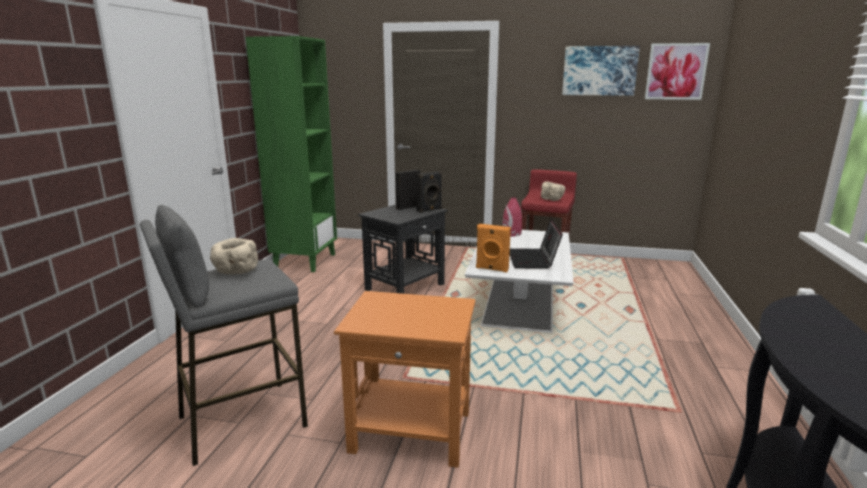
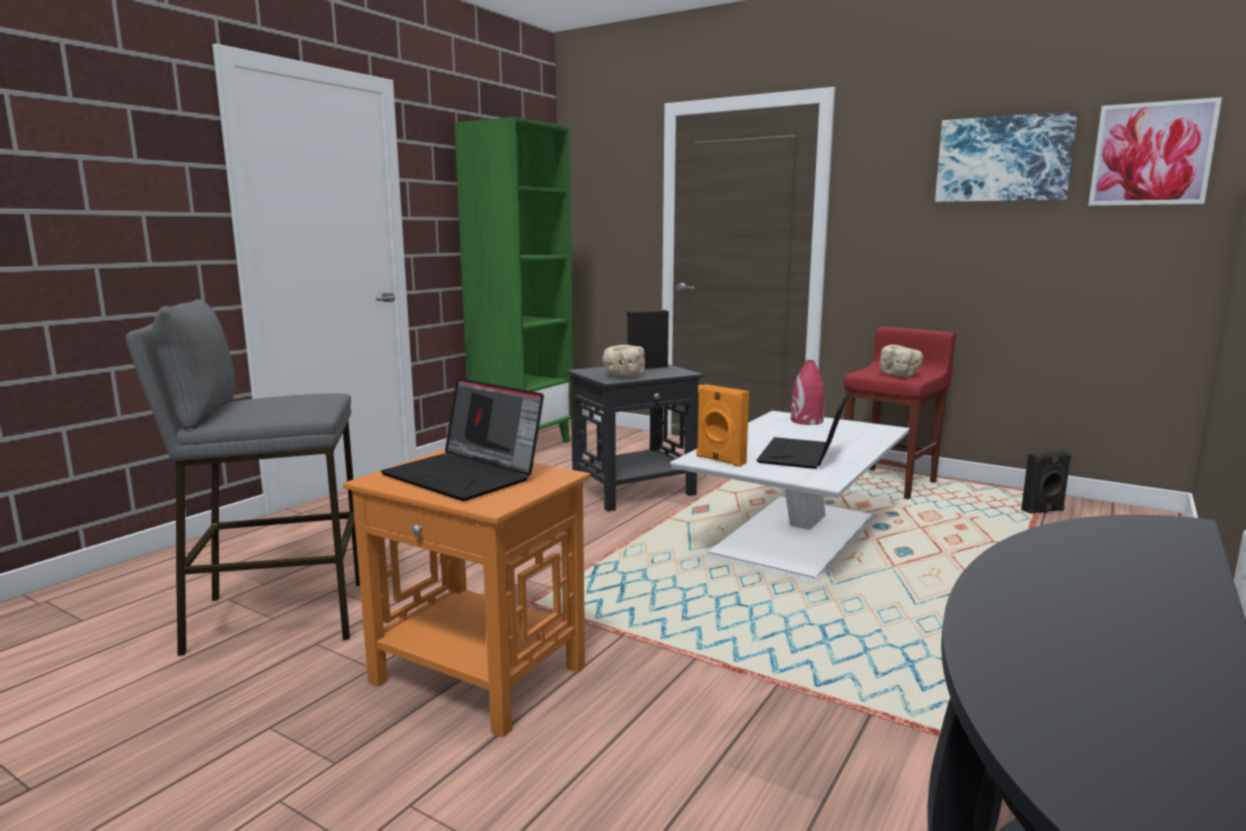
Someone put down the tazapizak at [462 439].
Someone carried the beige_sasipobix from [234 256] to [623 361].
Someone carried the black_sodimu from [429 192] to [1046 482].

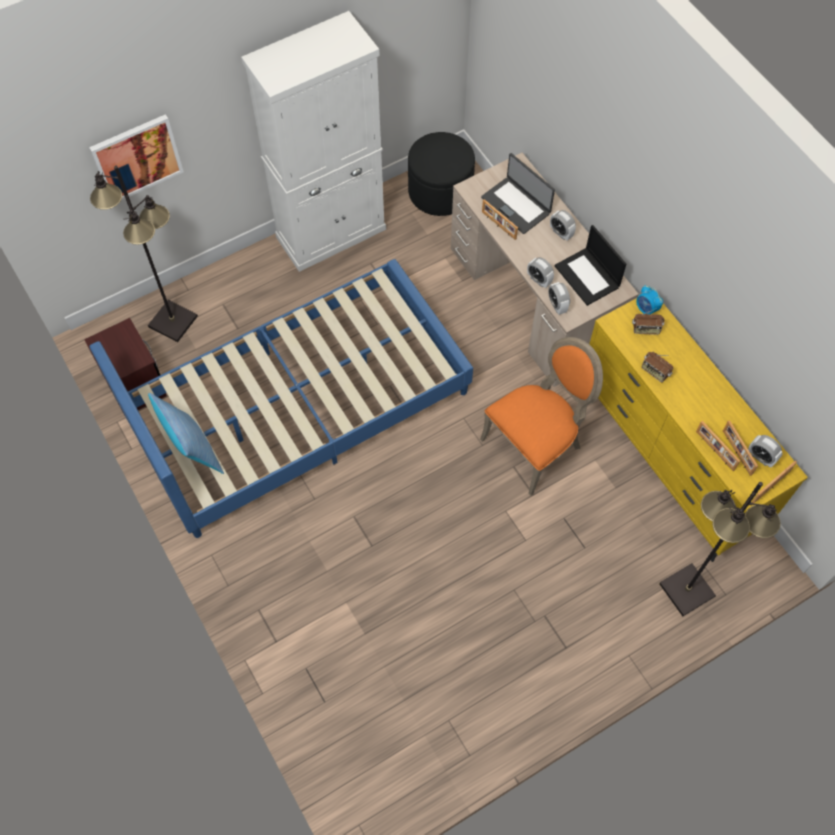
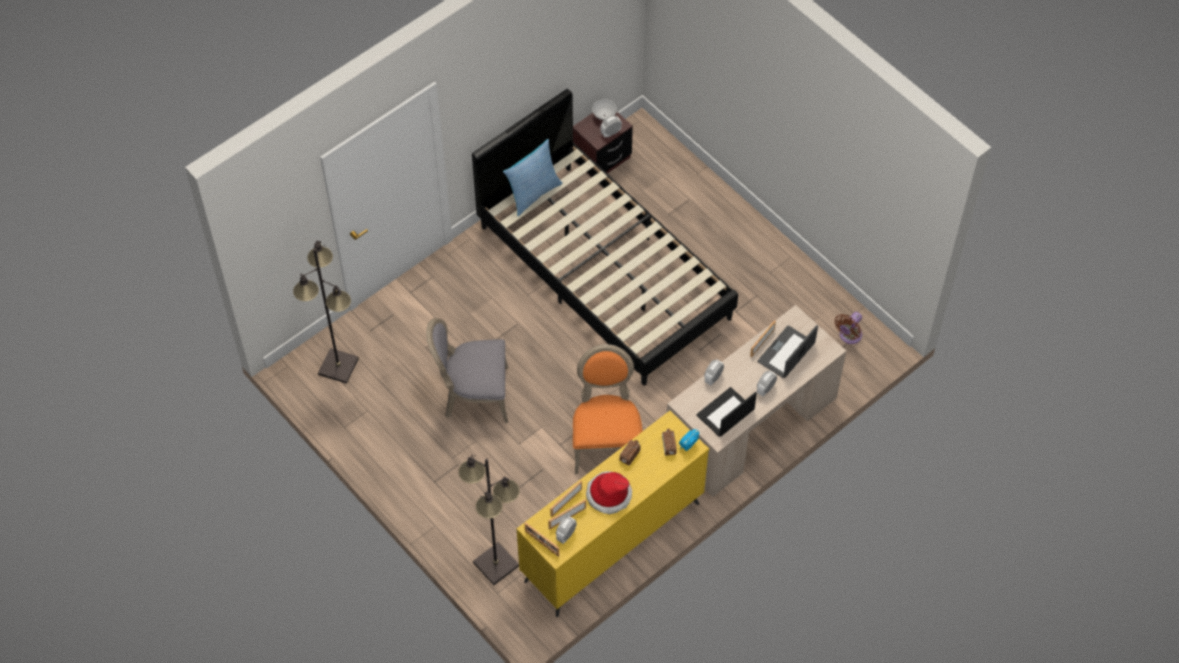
Someone carried the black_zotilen from [144 254] to [326 312].
Someone put down the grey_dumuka at [467 370].
Someone repainted the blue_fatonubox at [281 398], which became the black_fatonubox at [605 237].
Someone rotated the orange_dumuka at [541 416] by 135 degrees counterclockwise.
Someone put down the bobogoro at [609 492].
Someone put down the white_sasipobix at [604 109].
Someone carried the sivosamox from [559 298] to [611 126].
Someone swapped the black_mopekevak at [441 174] for the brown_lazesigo at [848 328].
Someone took away the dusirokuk at [136 157].
Someone took away the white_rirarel at [313 141].

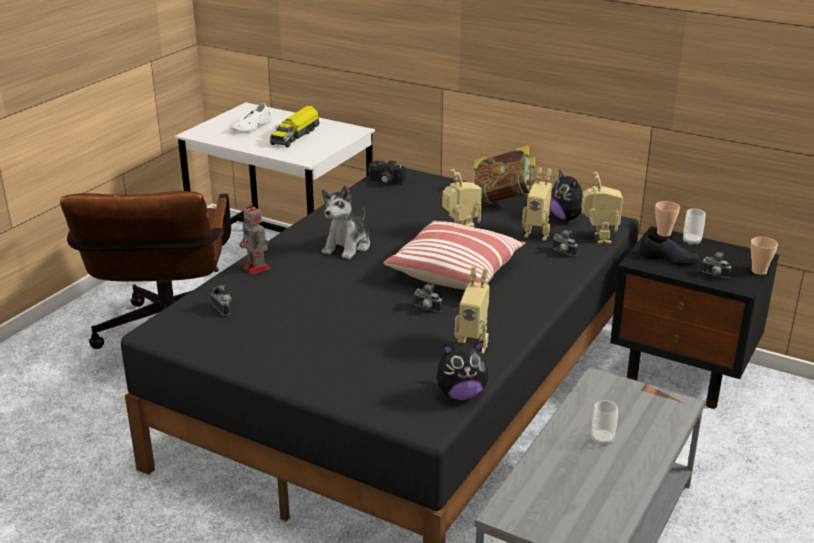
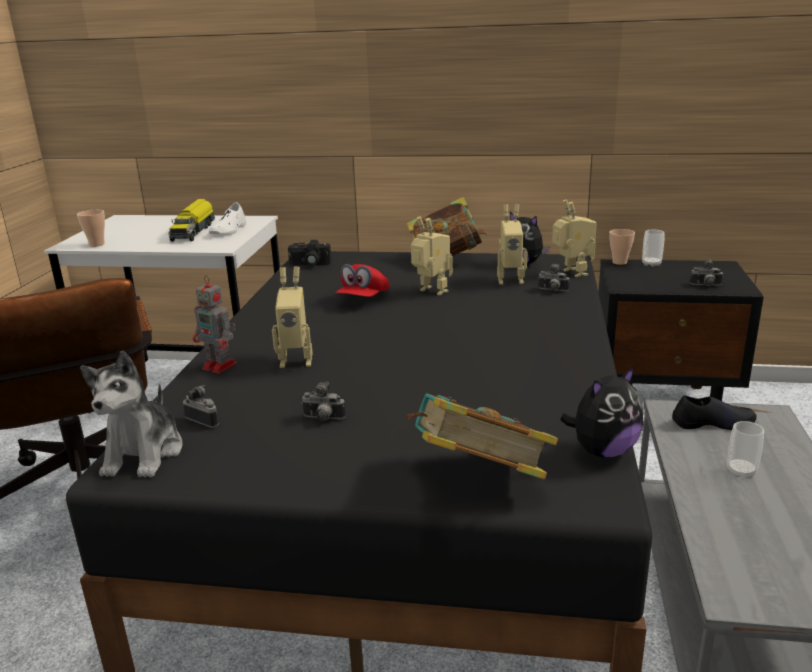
Someone carried the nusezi from [764 256] to [91 228].
Someone carried the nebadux from [346 222] to [131 414].
Someone carried the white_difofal from [251 117] to [227 218].
Someone carried the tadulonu from [472 310] to [292 317].
Someone carried the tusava from [428 298] to [323 401].
Someone put down the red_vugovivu at [363 280].
Someone put down the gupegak at [482 436].
Someone carried the black_difofal from [669 249] to [714 412].
Someone took away the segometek at [454 255].

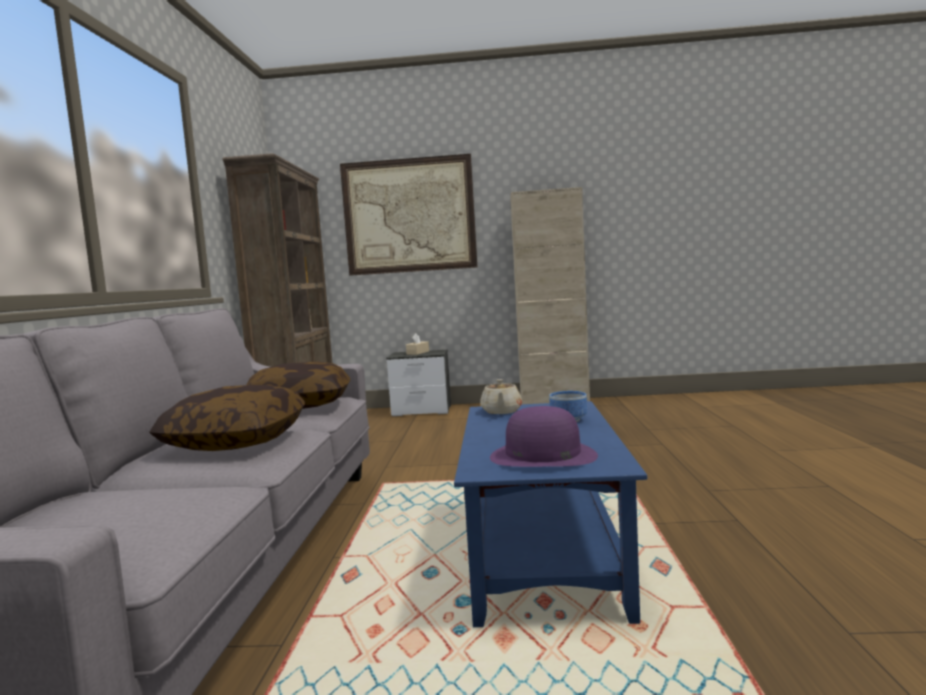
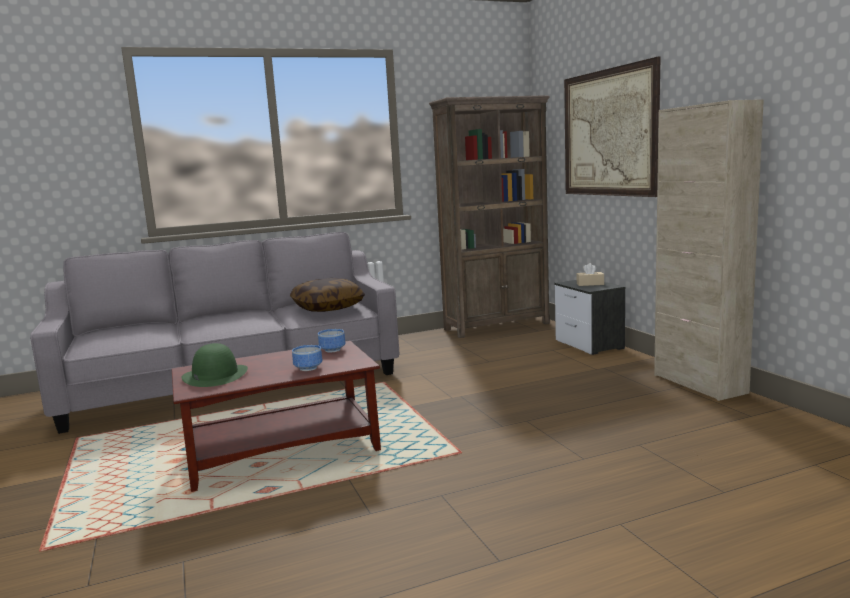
Someone repainted the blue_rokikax at [550 514], which became the brown_rokikax at [276 416].
Someone repainted the purple_bobogoro at [544 436], which became the green_bobogoro at [215 365].
Someone swapped the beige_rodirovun at [501 396] for the sasipobix at [331 341].
Someone took away the segometek at [227 418].

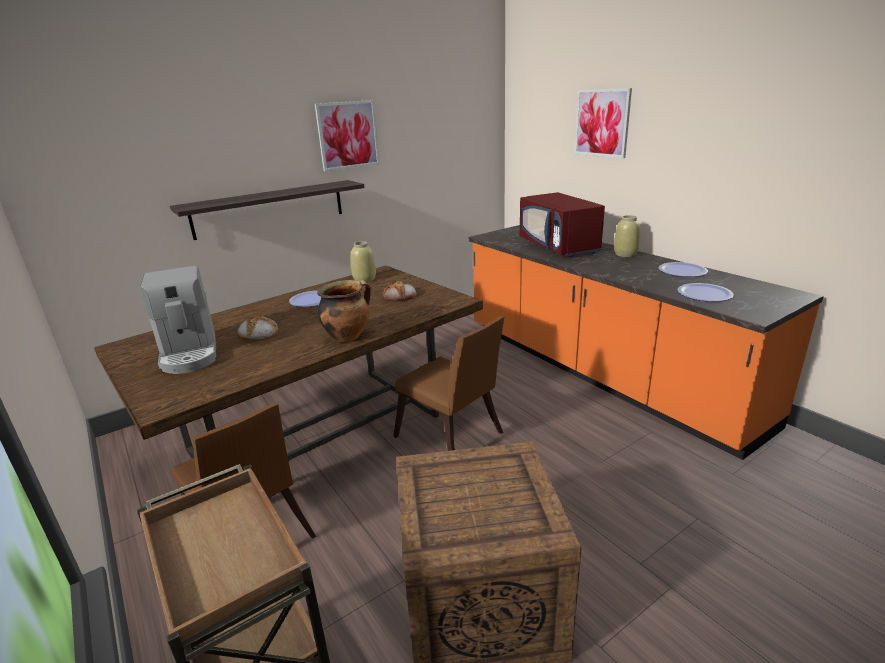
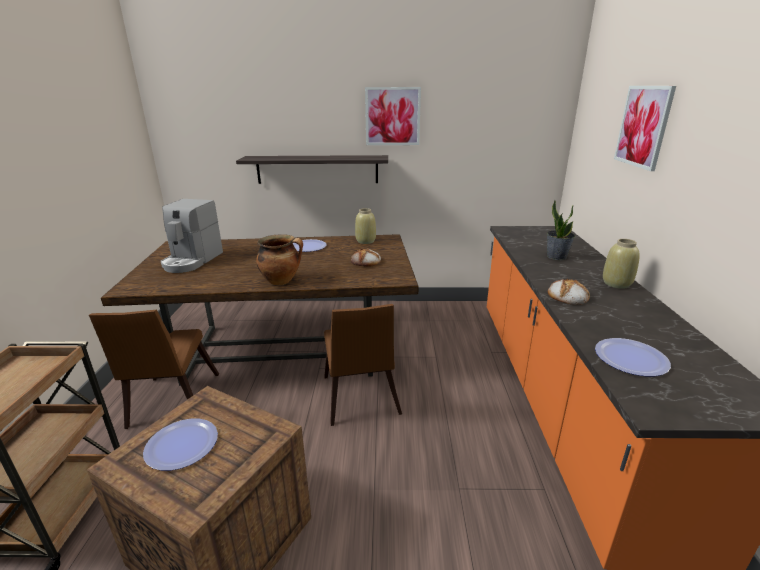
Someone carried the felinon from [683 269] to [180 445].
Someone swapped the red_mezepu at [562 225] for the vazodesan at [561 230].
Someone carried the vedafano from [257 327] to [569 292].

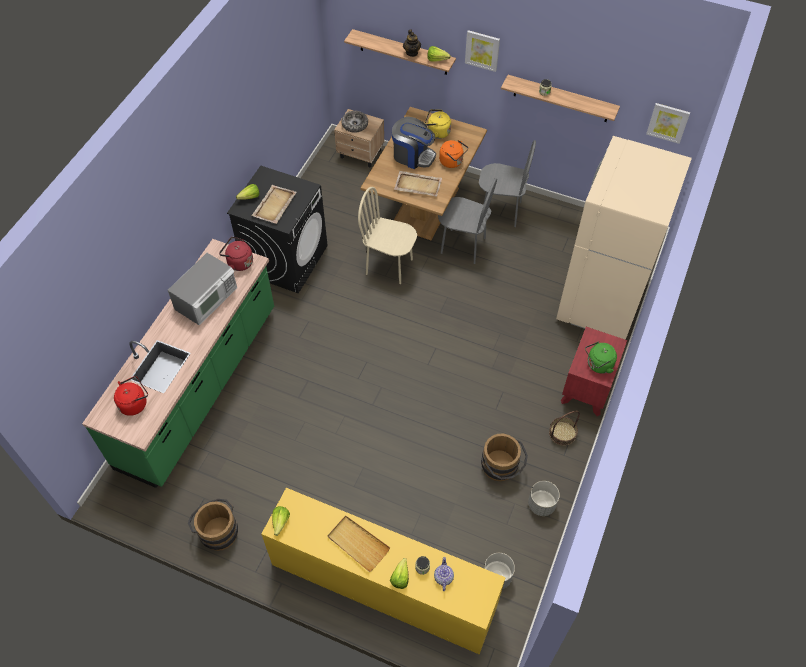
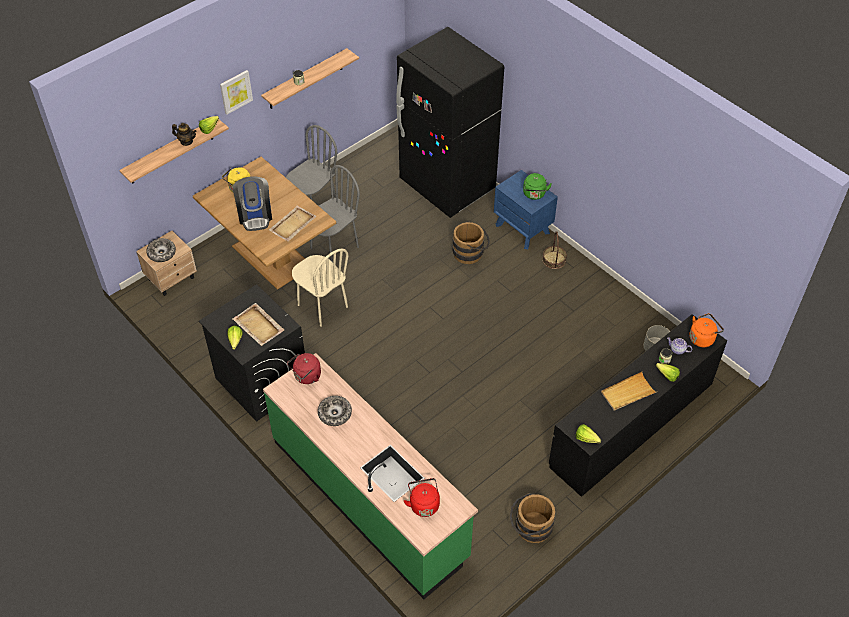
Someone rotated the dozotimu at [414 143] by 120 degrees clockwise.
Someone rotated the beige_dumuka at [387 235] by 90 degrees counterclockwise.
Someone swapped the mezepu at [202 289] for the sasipobix at [335 411].
Someone repainted the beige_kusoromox at [624 238], which became the black_kusoromox at [450 122].
Someone carried the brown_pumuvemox from [504 457] to [471 242].
Someone repainted the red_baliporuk at [594 371], which became the blue_baliporuk at [526 209].
Someone repainted the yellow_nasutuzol at [383 571], which became the black_nasutuzol at [638 405].
Someone carried the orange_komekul from [454 154] to [706 330].
Someone took away the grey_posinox at [544 498].
Someone took away the dusirokuk at [668 123].

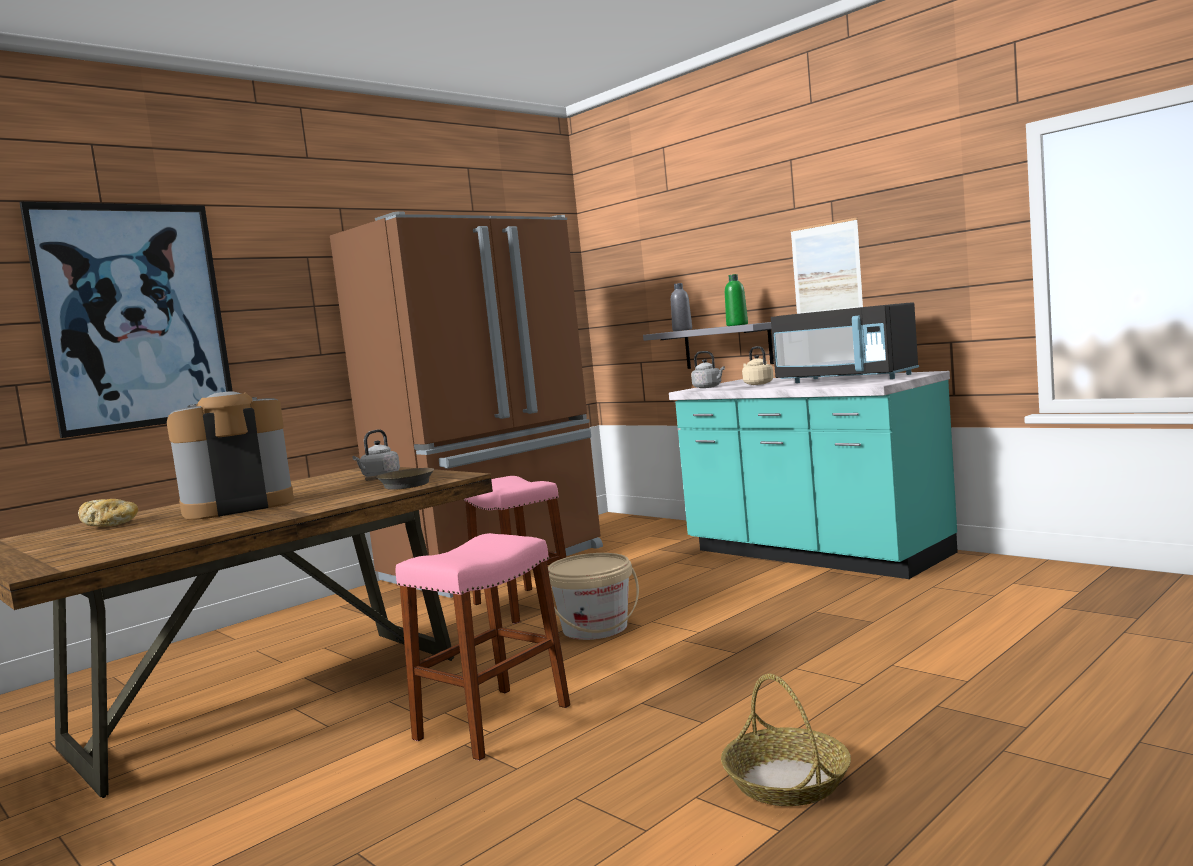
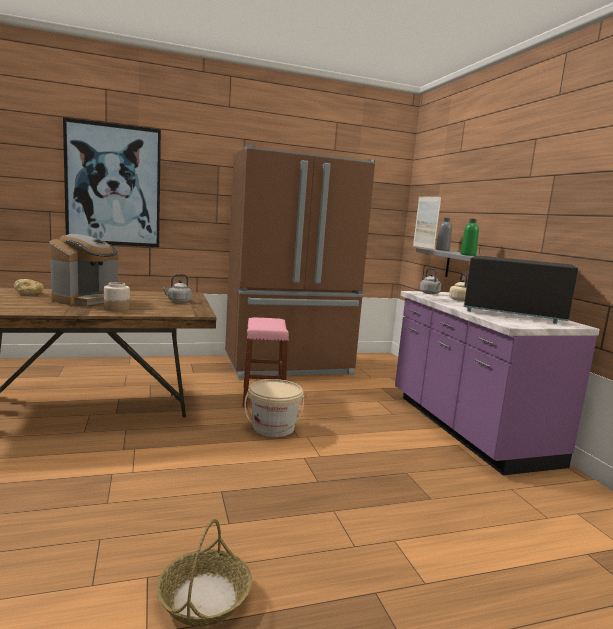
Someone rotated the dozotimu at [230 455] by 120 degrees clockwise.
Someone put down the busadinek at [117 296].
Someone repainted the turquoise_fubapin at [813 475], which became the purple_fubapin at [497 383].
Someone carried the dusirokuk from [826 266] to [427 222].
Someone rotated the black_mezepu at [845 342] by 135 degrees clockwise.
Someone took away the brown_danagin at [399 479].
Someone took away the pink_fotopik at [483 647].

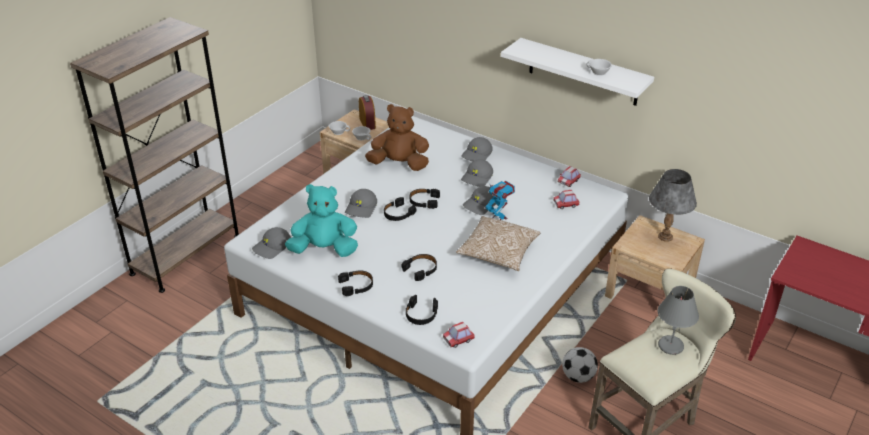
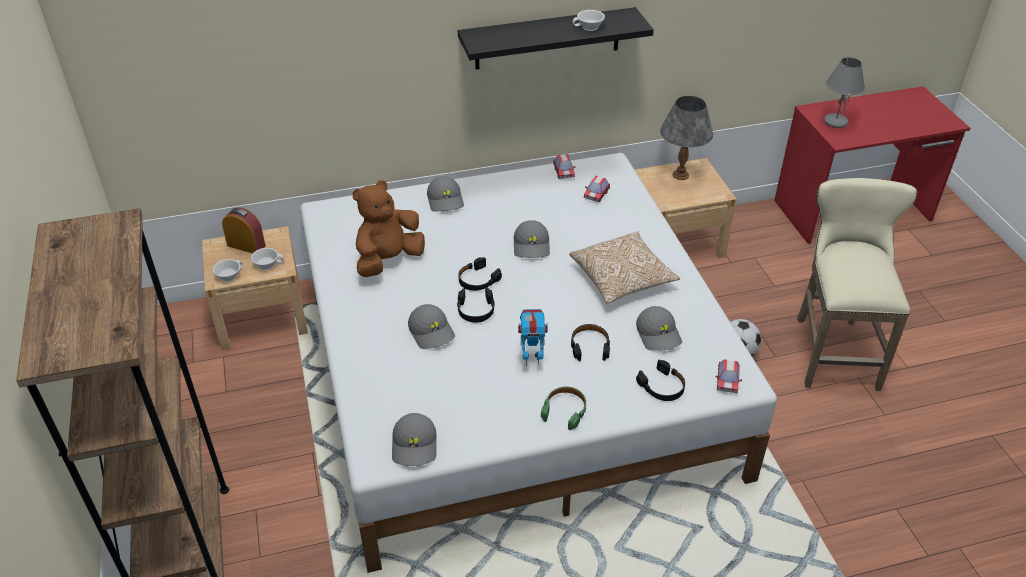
Someone repainted the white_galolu at [577 72], which became the black_galolu at [556 38].
Someone carried the tadulonu from [500 200] to [533 337].
Someone repainted the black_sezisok at [355 283], which became the green_sezisok at [563 408].
Someone carried the grey_vugovivu from [477 173] to [659 328].
Someone carried the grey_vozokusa from [678 320] to [844 92].
Someone took away the turquoise_nebadux at [321 220].

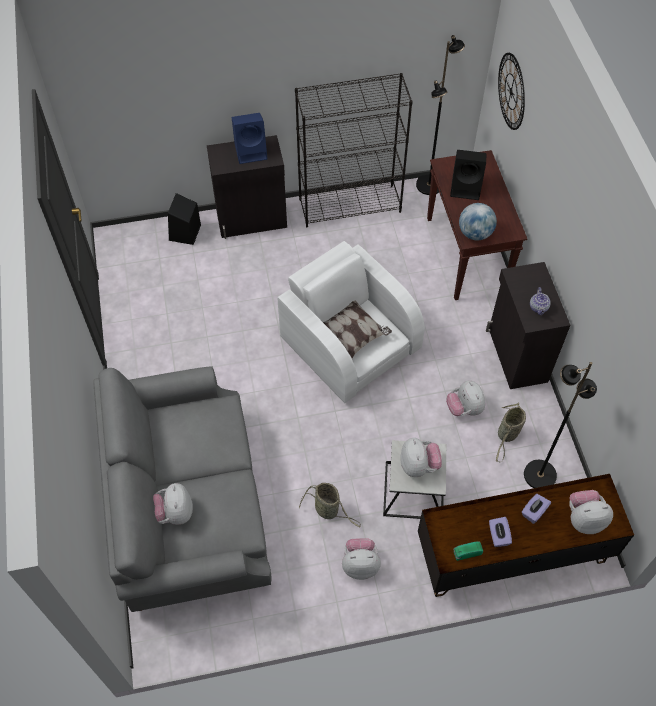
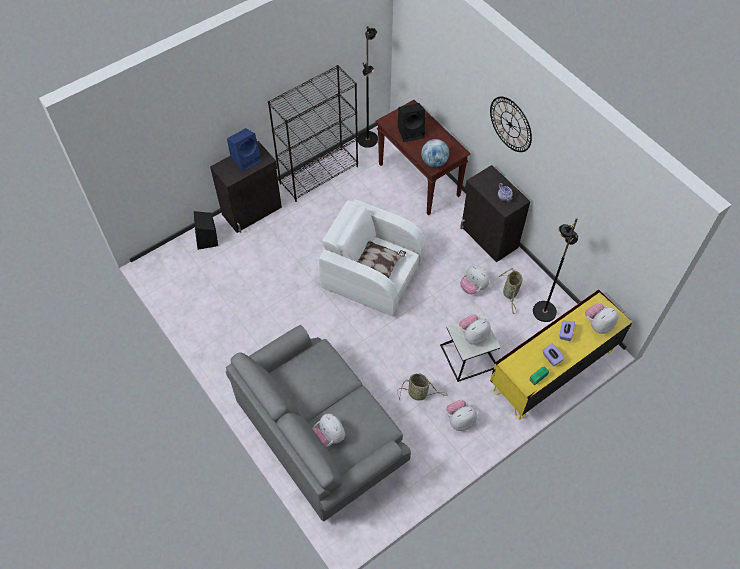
Someone rotated the nebadux at [421 457] by 90 degrees counterclockwise.
Someone carried the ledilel from [511 91] to [511 124].
Someone repainted the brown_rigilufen at [526 535], which became the yellow_rigilufen at [561 355].

